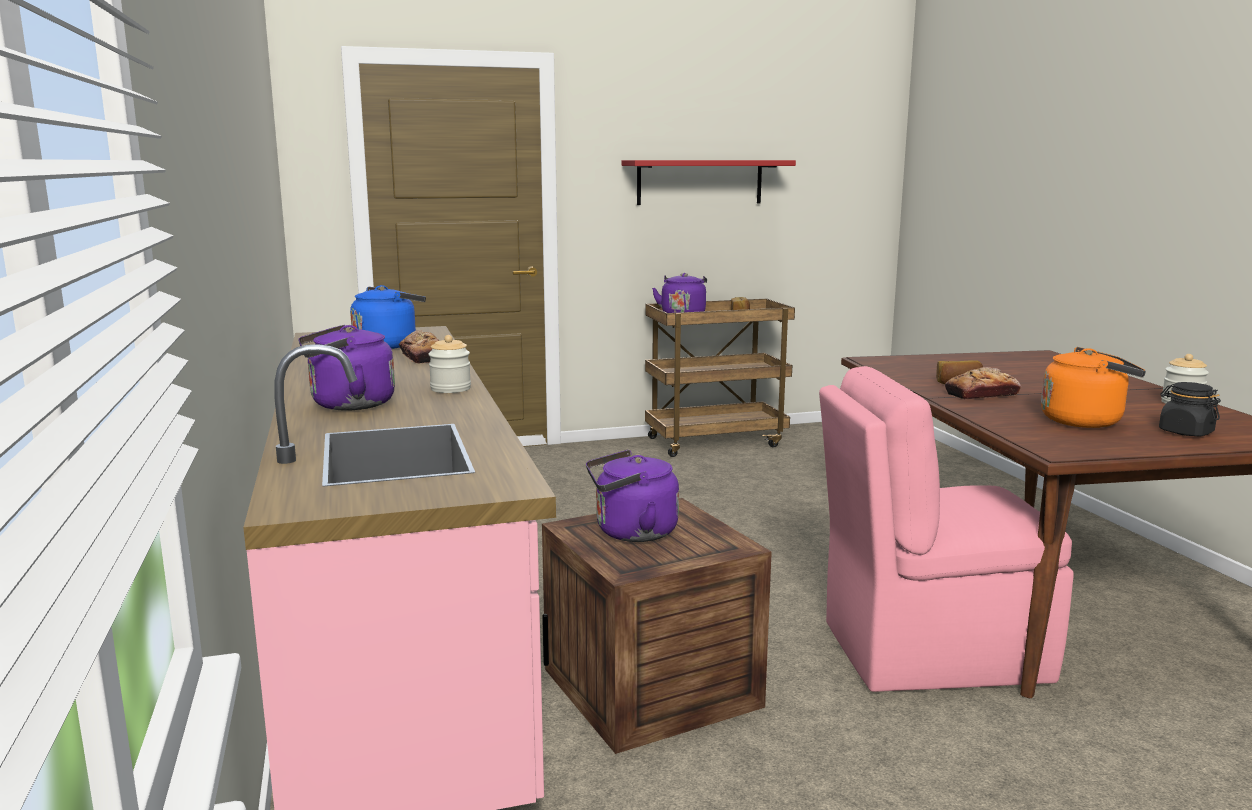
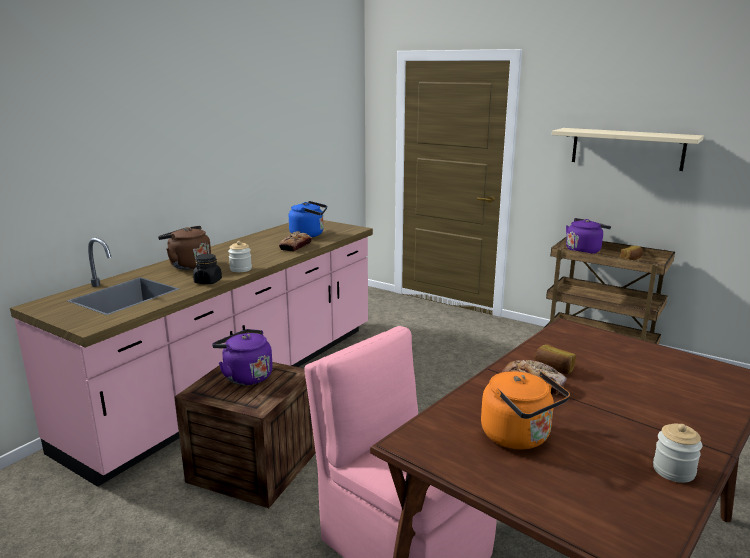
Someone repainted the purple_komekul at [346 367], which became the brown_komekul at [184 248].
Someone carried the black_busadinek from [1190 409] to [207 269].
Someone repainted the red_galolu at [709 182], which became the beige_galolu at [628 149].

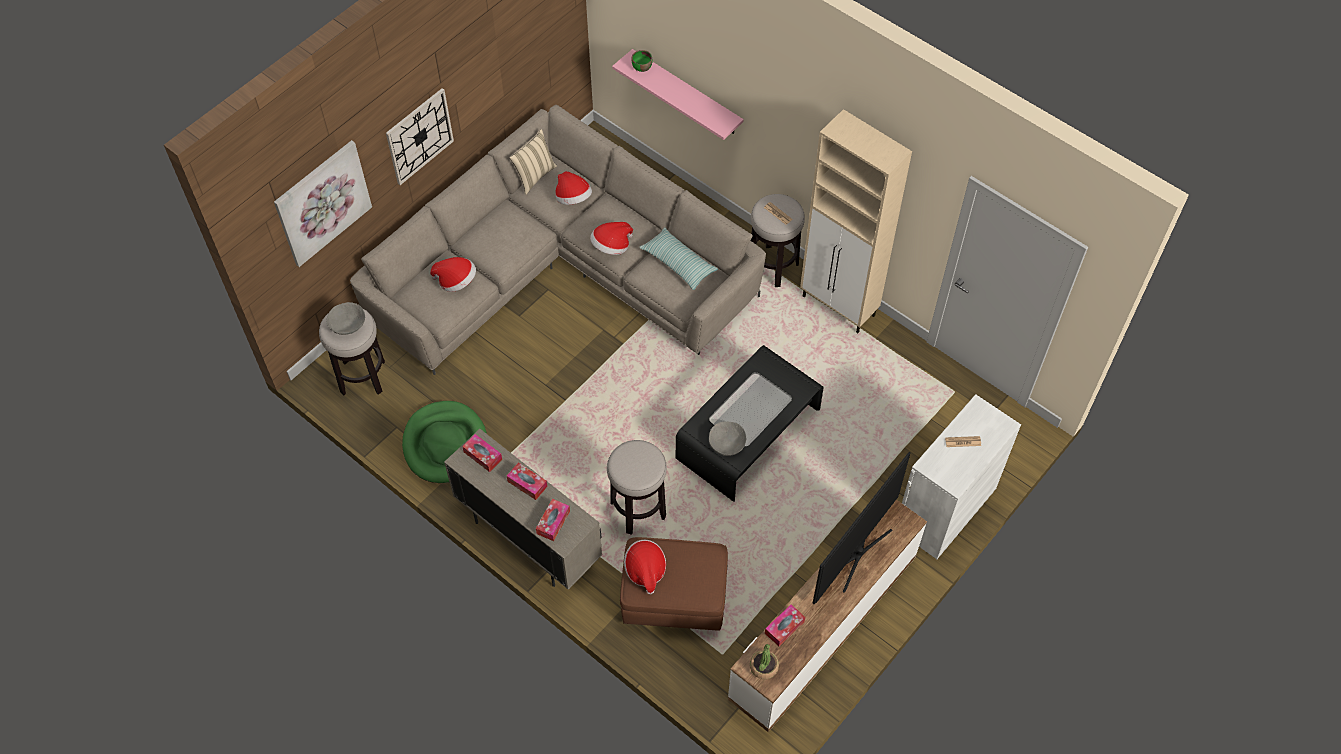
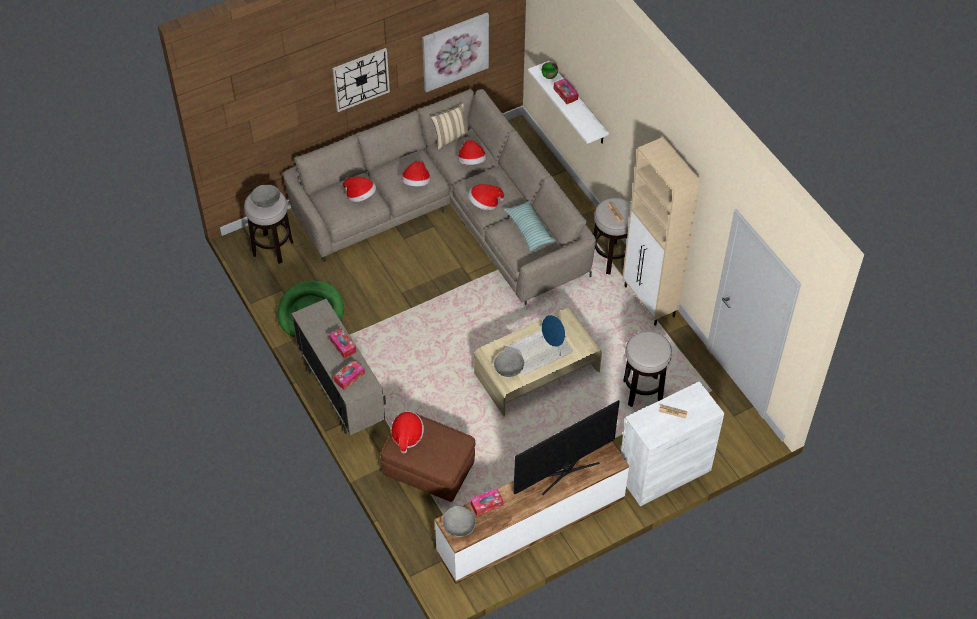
Someone put down the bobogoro at [415 173].
Someone carried the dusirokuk from [323 203] to [455 52].
Someone swapped the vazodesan at [764 661] for the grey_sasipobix at [459 521].
Someone repainted the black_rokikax at [750 423], which became the beige_rokikax at [538 362].
Someone repainted the pink_galolu at [678 94], which became the white_galolu at [568 102].
Someone put down the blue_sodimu at [553 335].
Someone carried the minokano from [482 453] to [566 91].
Someone carried the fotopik from [637 487] to [647 369].

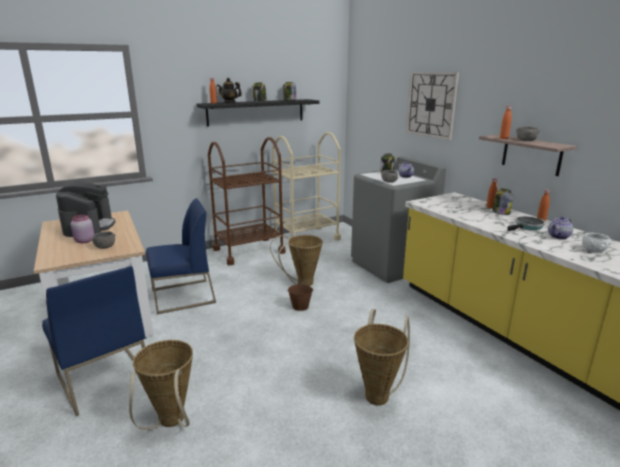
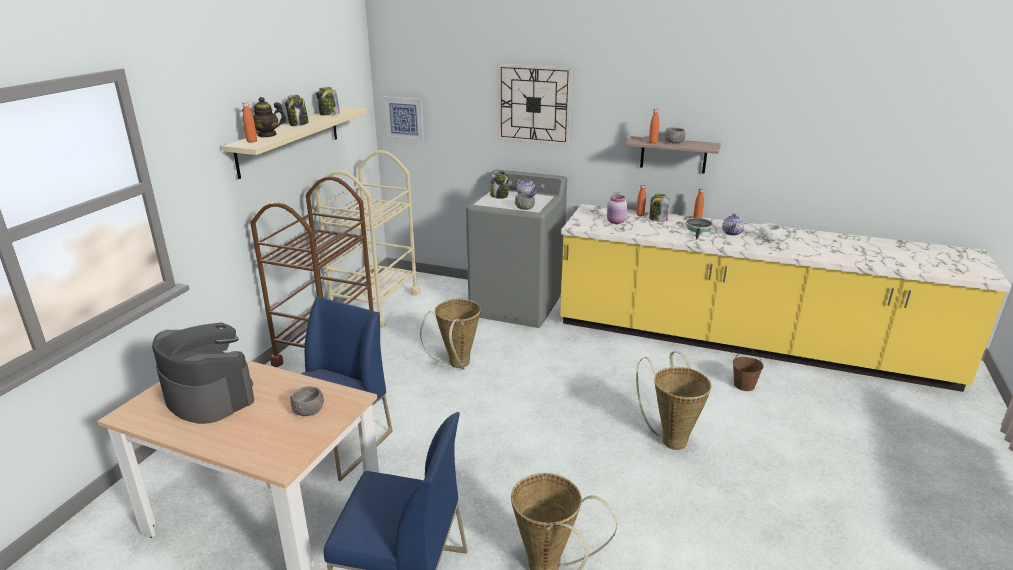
Someone repainted the black_galolu at [258 113], which became the beige_galolu at [295 143].
Someone put up the dusirokuk at [403 118].
Someone carried the pink_busadinek from [83 229] to [617 209].
Someone carried the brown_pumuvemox from [300 294] to [748 370].

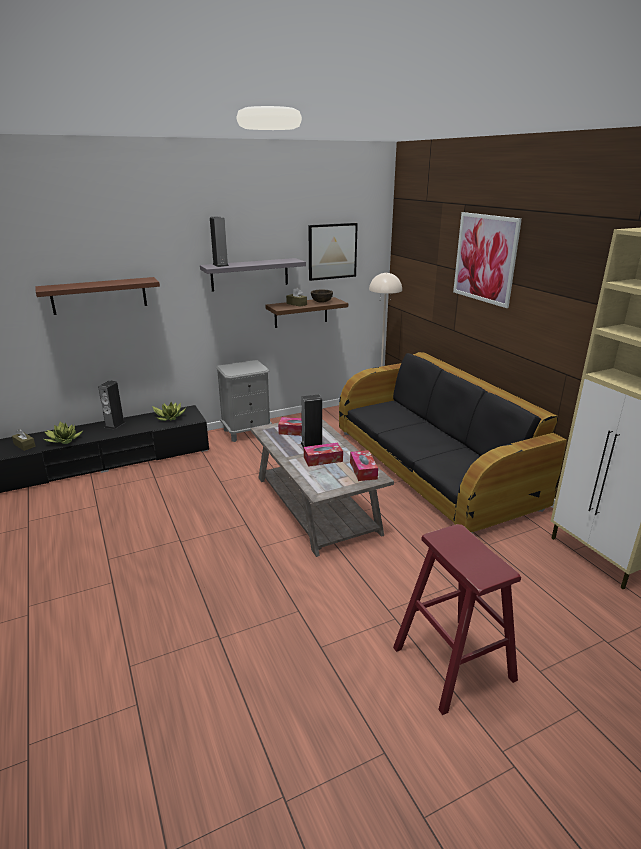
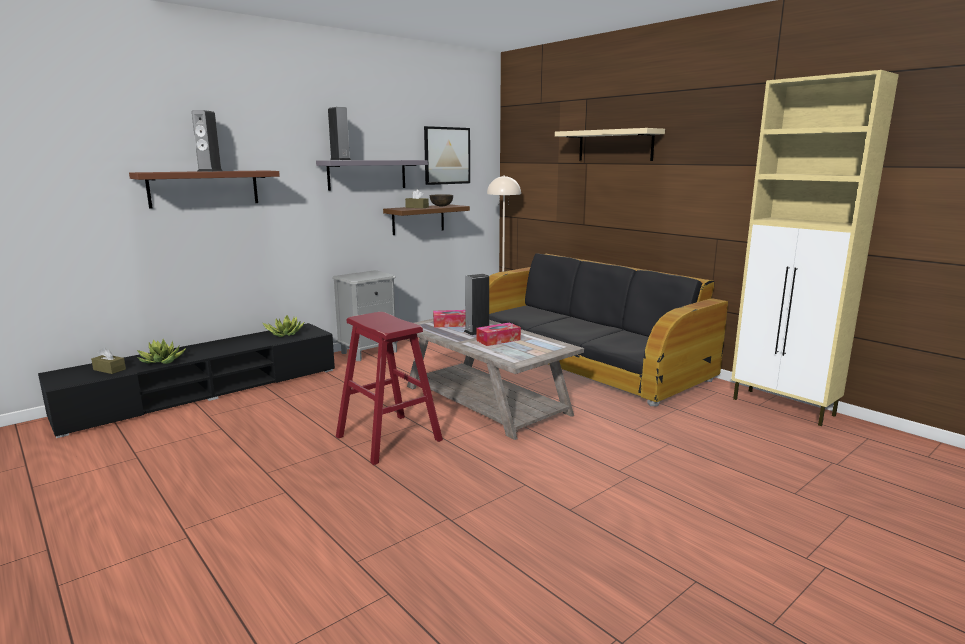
Someone carried the sodimu from [111 405] to [207 141].
Someone carried the red_fotopik from [457 619] to [389 388].
Someone swapped the dusirokuk at [487 260] for the beige_galolu at [610 144].
Someone took away the minokano at [364 465].

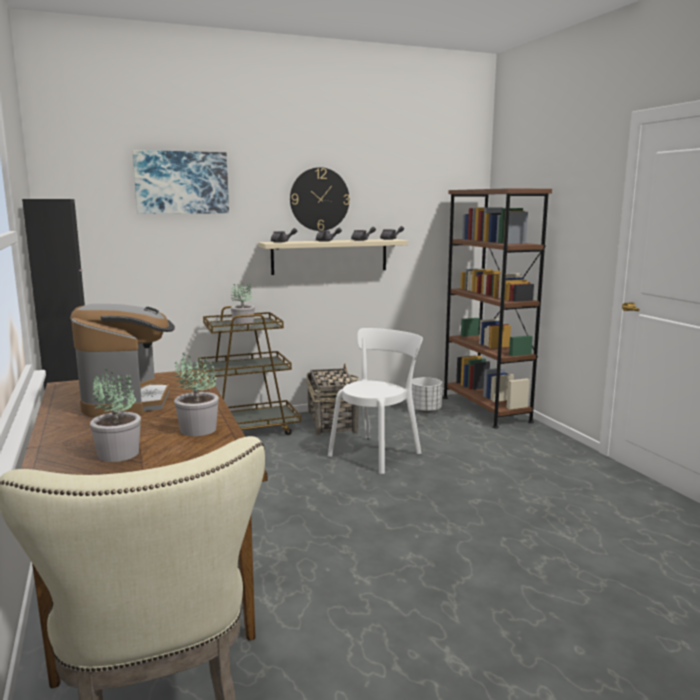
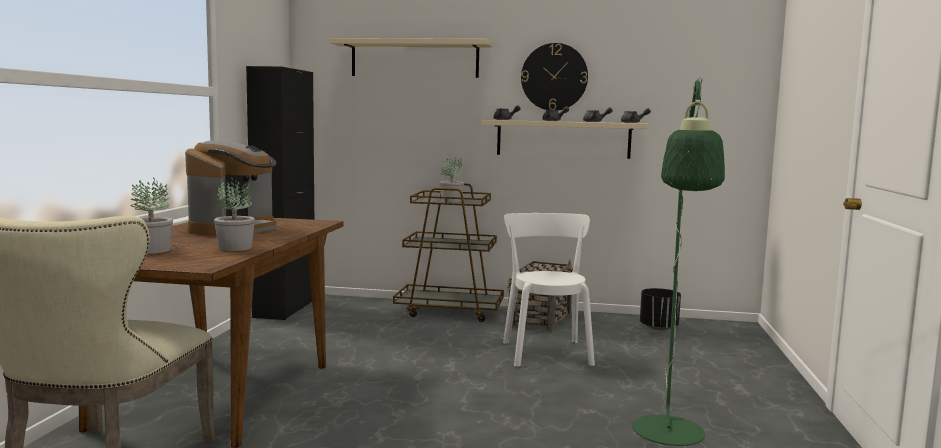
Someone swapped the dusirokuk at [180 182] for the beige_galolu at [410 58].
Someone rotated the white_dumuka at [375 401] by 75 degrees counterclockwise.
Someone put down the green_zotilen at [678 261].
Someone repainted the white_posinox at [427 395], which became the black_posinox at [660 309].
Someone took away the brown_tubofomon at [497 308].

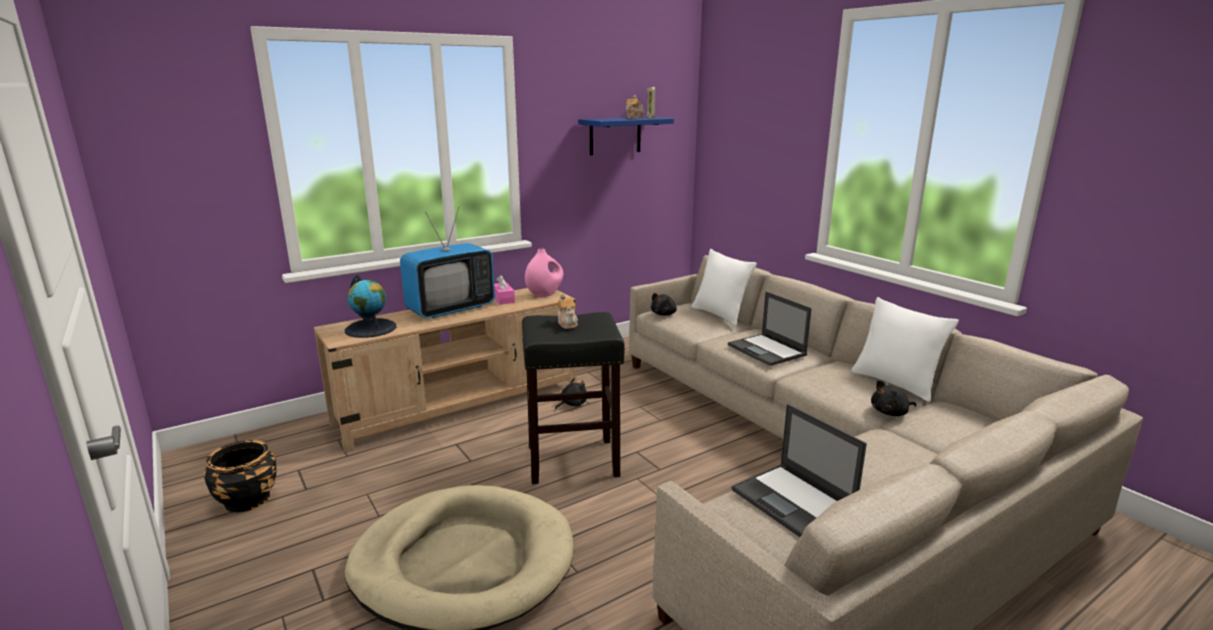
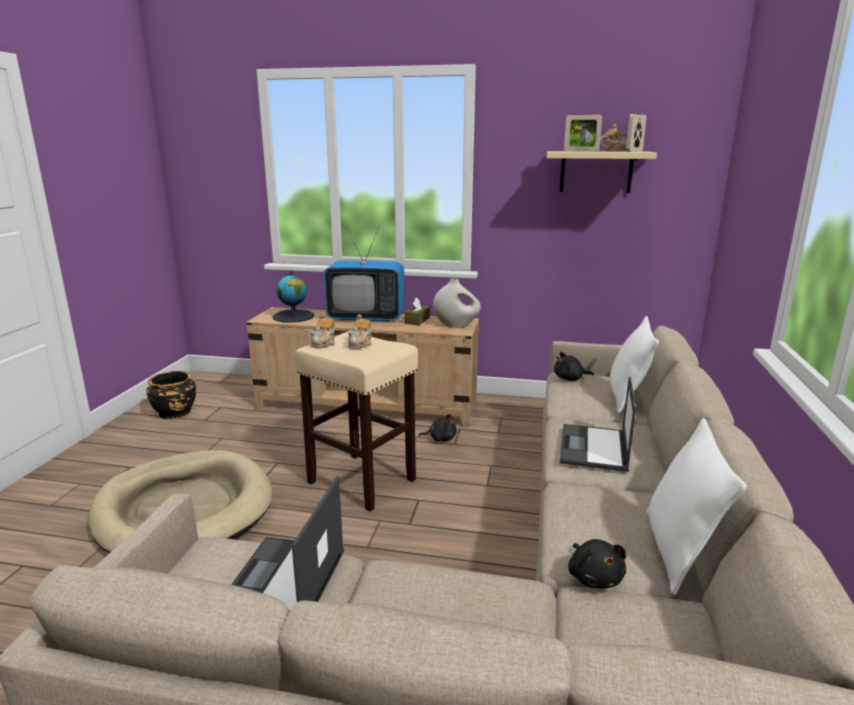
Someone repainted the black_fotopik at [573 398], which became the beige_fotopik at [356 421].
Someone put down the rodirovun at [322 331].
Someone repainted the pink_minokano at [504 290], which became the brown_minokano at [417 311].
Someone repainted the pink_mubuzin at [544 273], which became the white_mubuzin at [457 303].
Someone repainted the blue_galolu at [626 136], which became the beige_galolu at [602 172].
Someone put down the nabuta at [583 133].
Someone rotated the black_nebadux at [893 398] by 135 degrees counterclockwise.

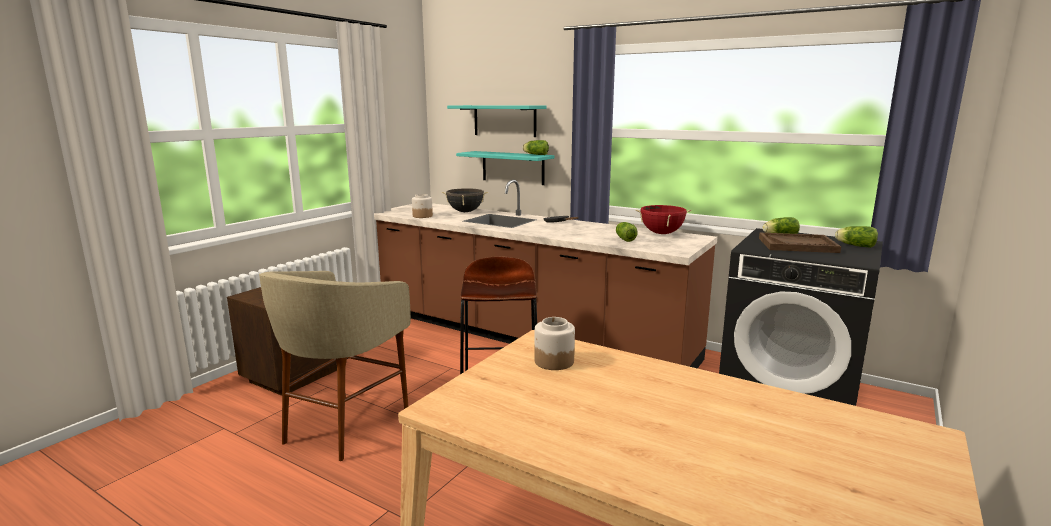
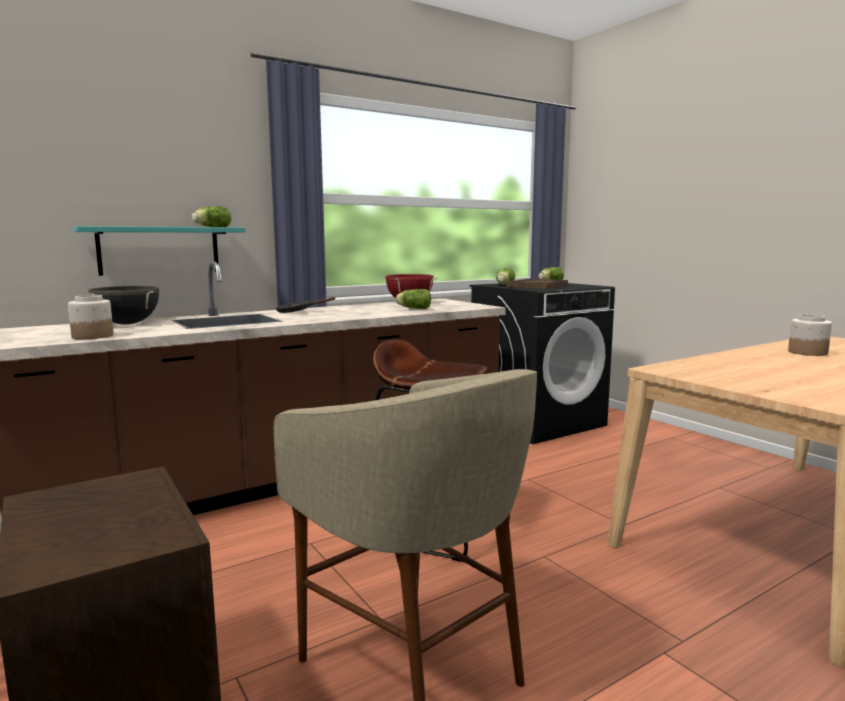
Someone carried the busadinek from [554 343] to [810 335].
Someone took away the turquoise_galolu at [496 121].

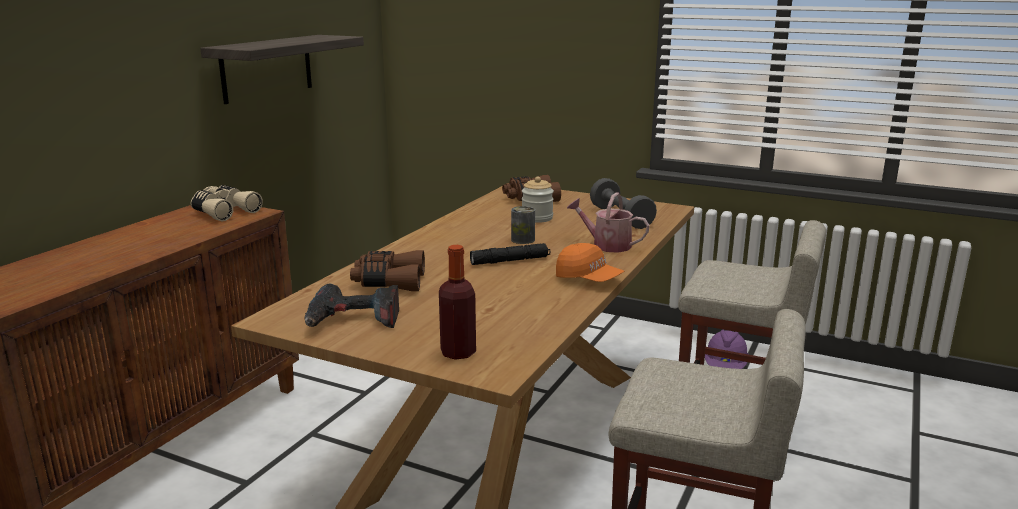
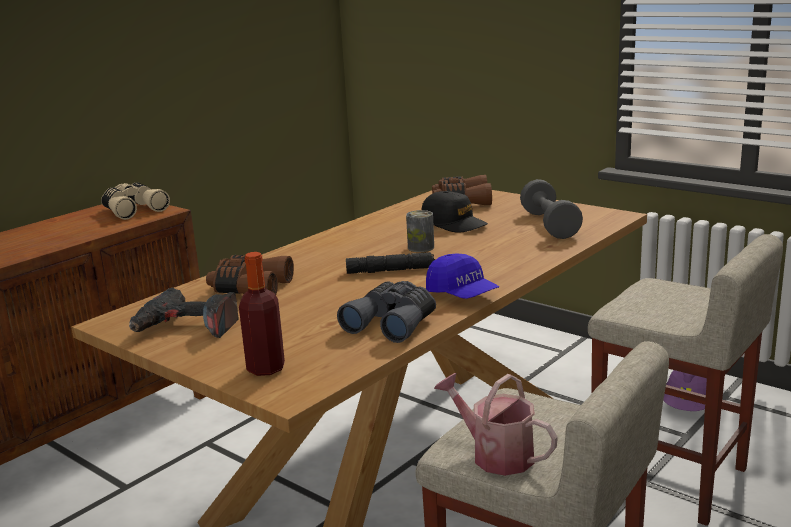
Someone put down the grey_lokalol at [386 312].
Someone swapped the busadinek at [538 199] for the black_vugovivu at [455 212].
Someone repainted the orange_vugovivu at [590 262], which became the blue_vugovivu at [462 276].
Someone carried the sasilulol from [608 222] to [496 424].
Someone took away the galolu at [282 69].

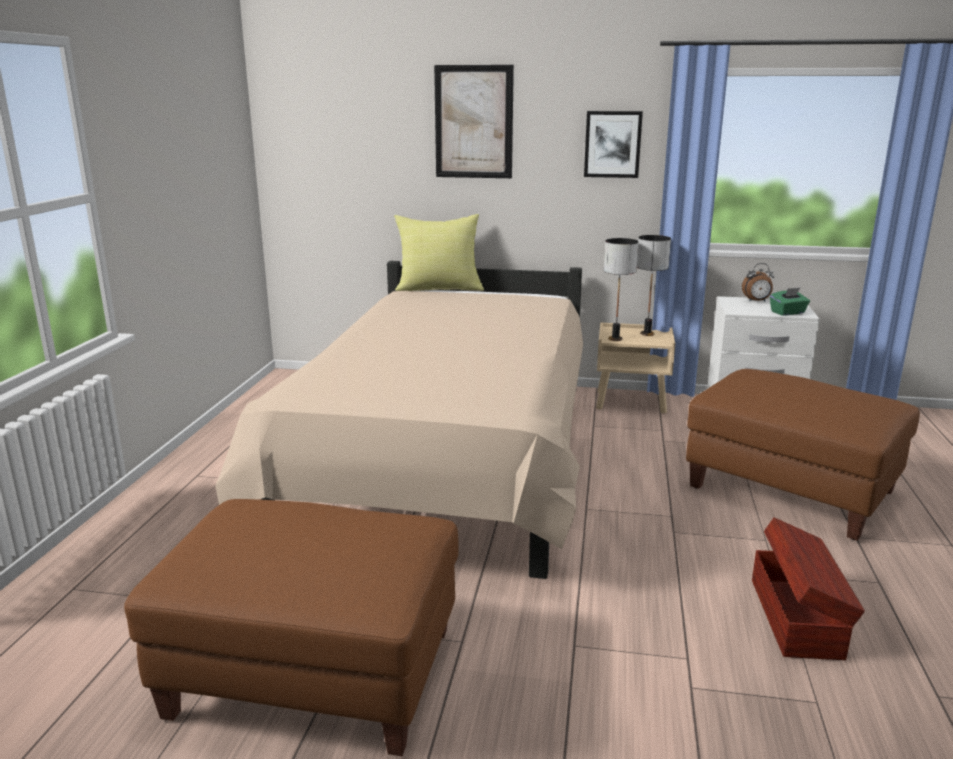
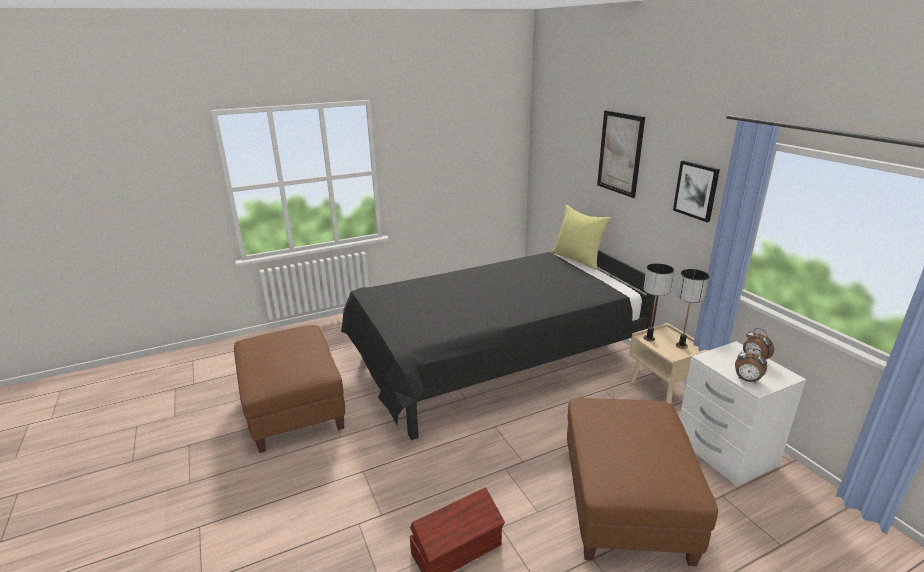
Someone repainted the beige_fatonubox at [399 420], which became the black_fatonubox at [499 345].
Someone swapped the green_minokano at [790 301] for the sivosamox at [751 365].

